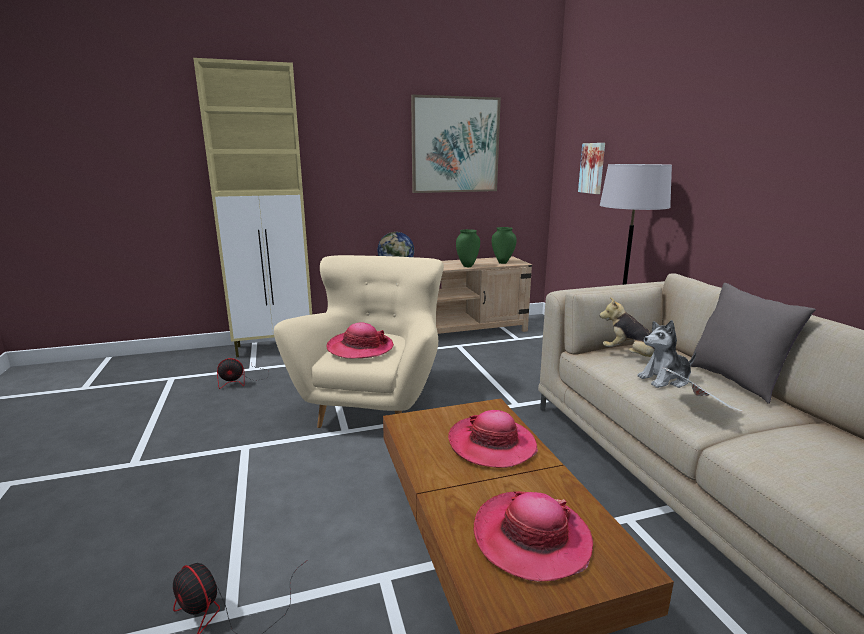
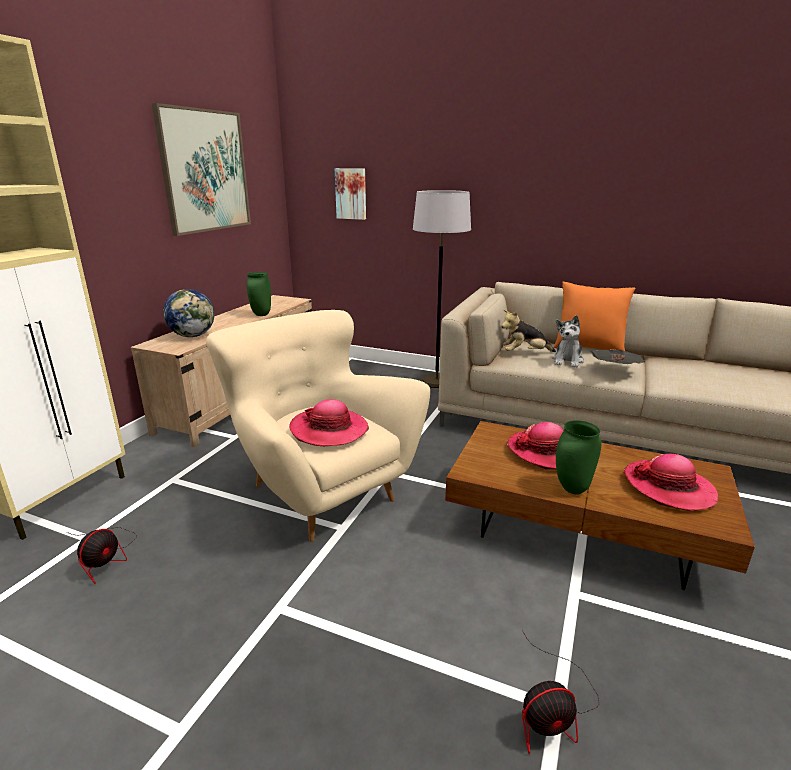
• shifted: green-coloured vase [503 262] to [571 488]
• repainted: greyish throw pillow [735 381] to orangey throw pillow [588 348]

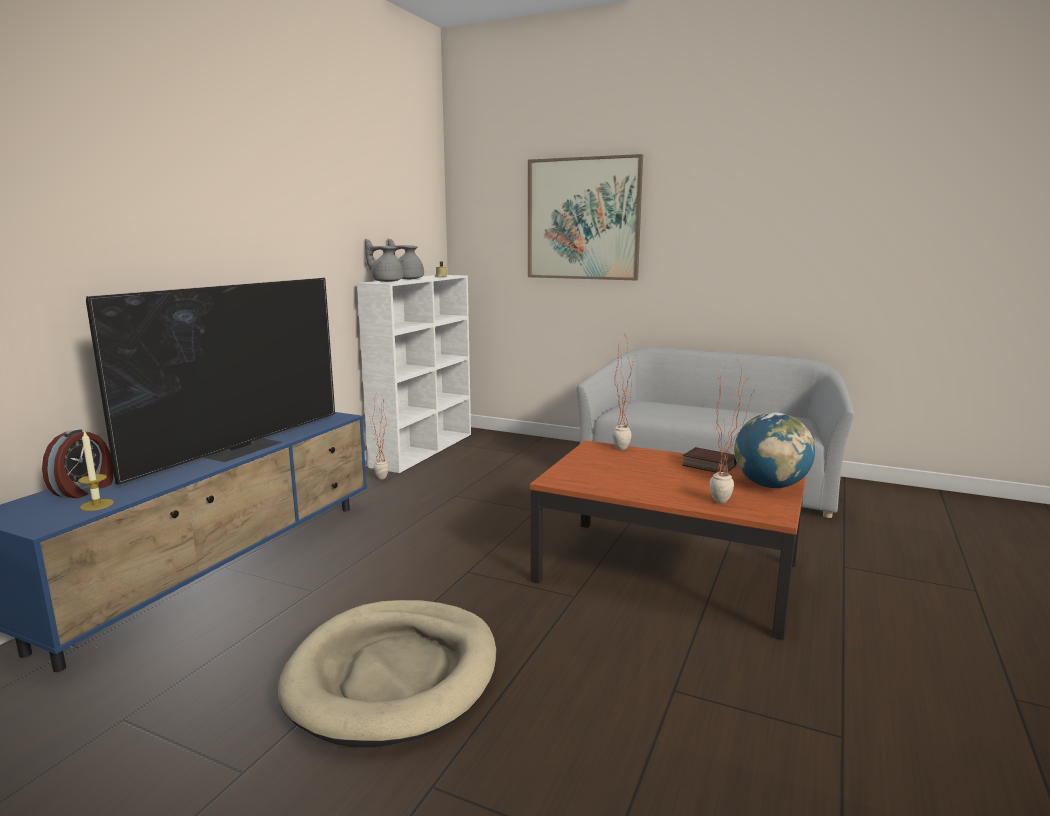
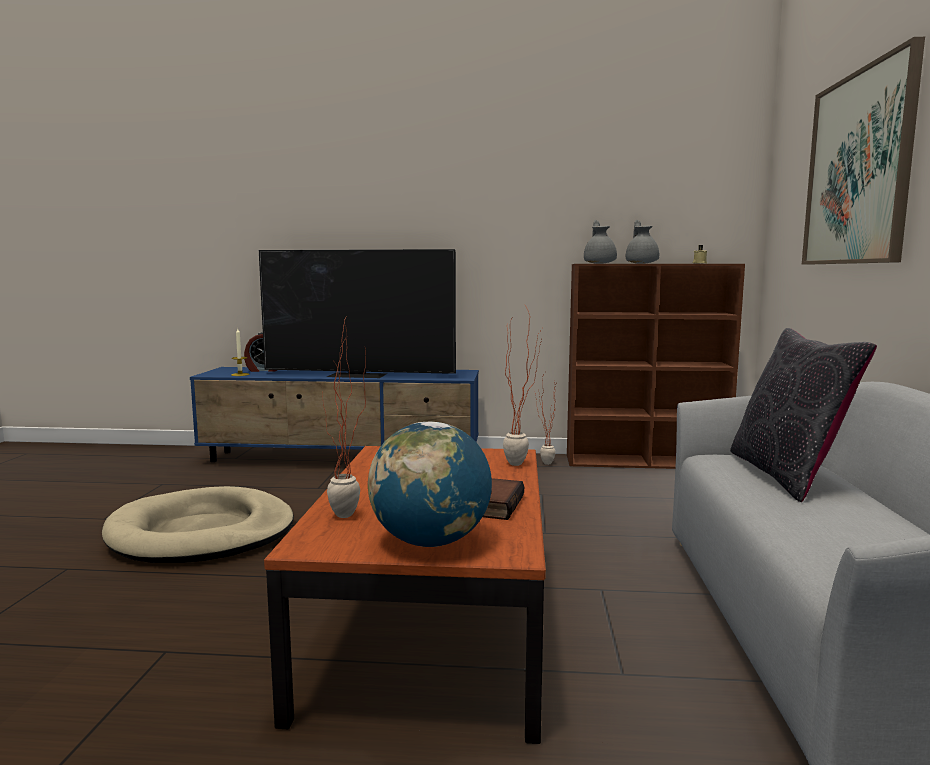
• repainted: white shelving unit [424 449] to brown shelving unit [647 462]
• new: black-coloured throw pillow [786 475]

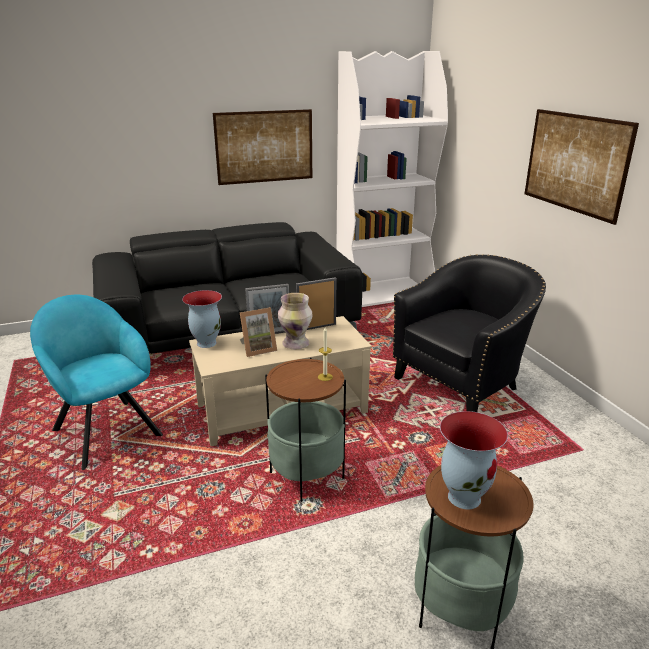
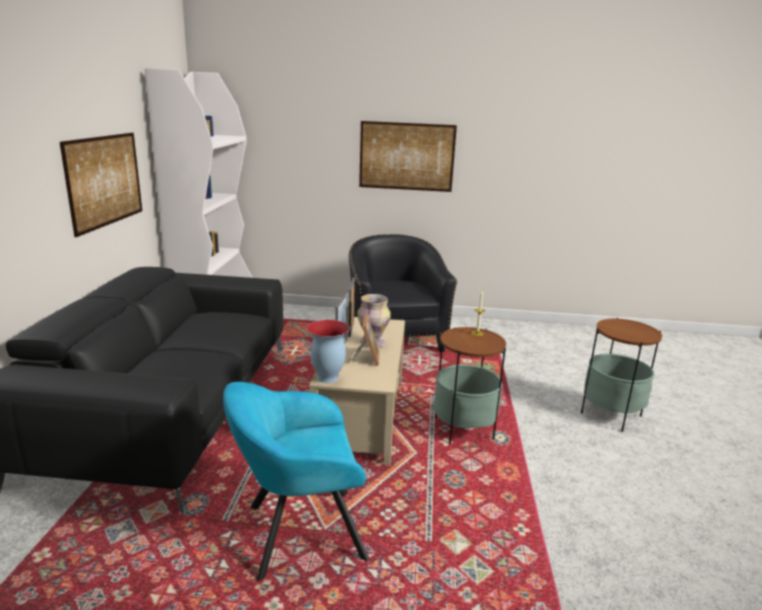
• gone: vase [464 496]

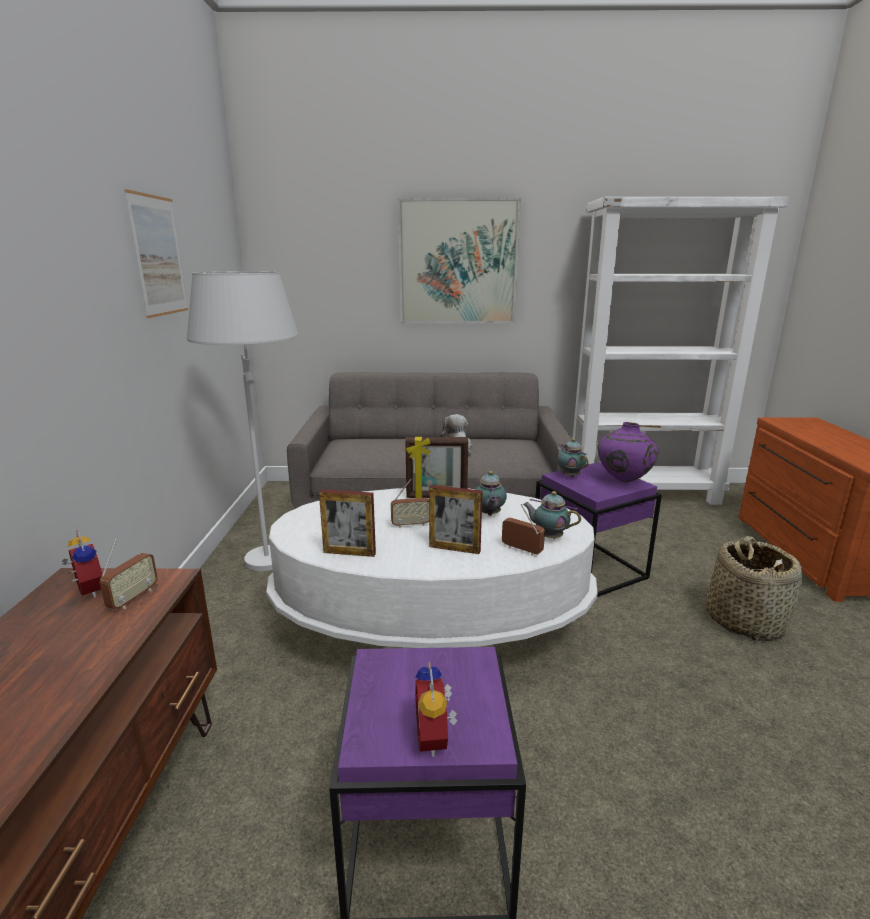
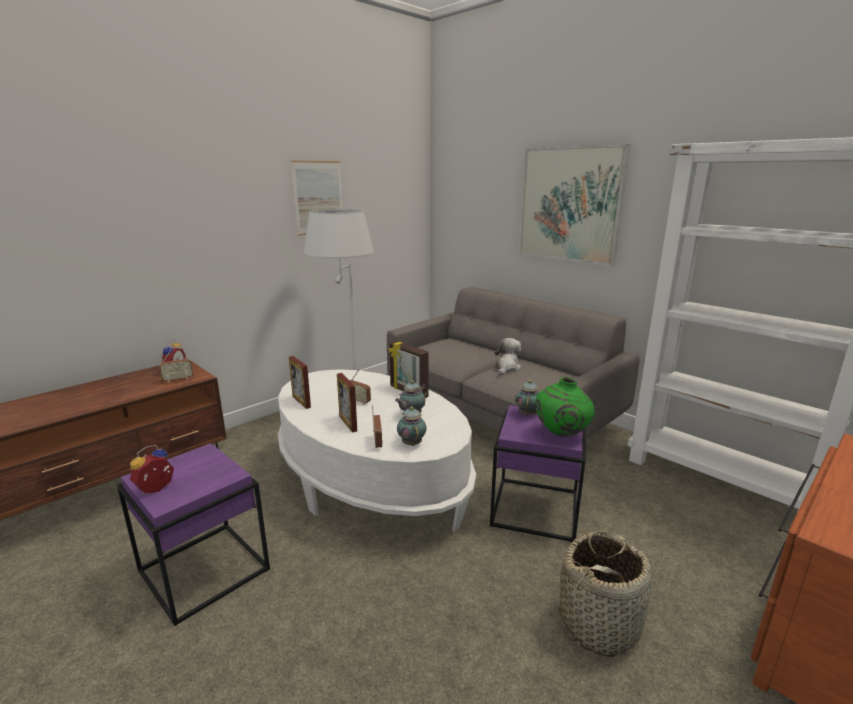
• repainted: purple vase [623 481] to green-coloured vase [561 435]

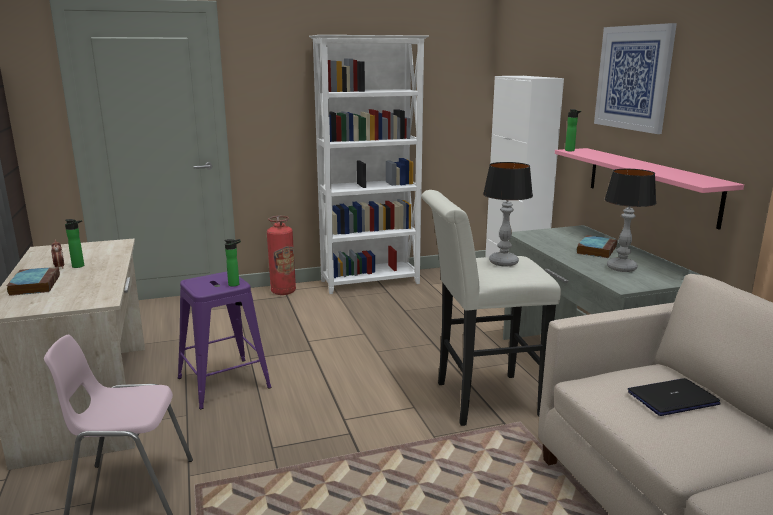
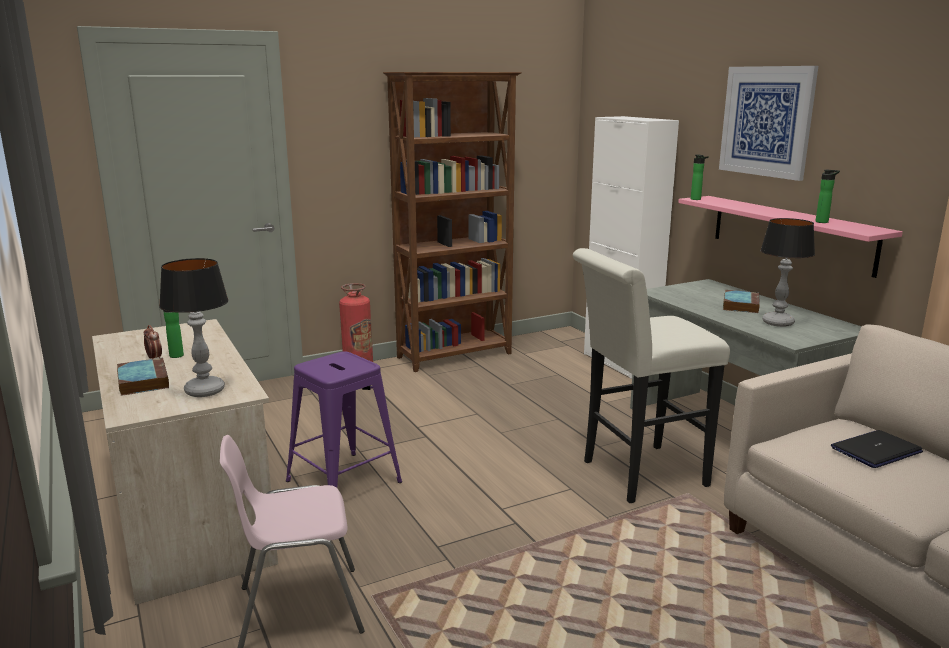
• repainted: white shelving unit [371 282] to brown shelving unit [456 356]
• shifted: tabletop lamp [503 262] to [204 390]
• shifted: beverage bottle [235 284] to [823 222]

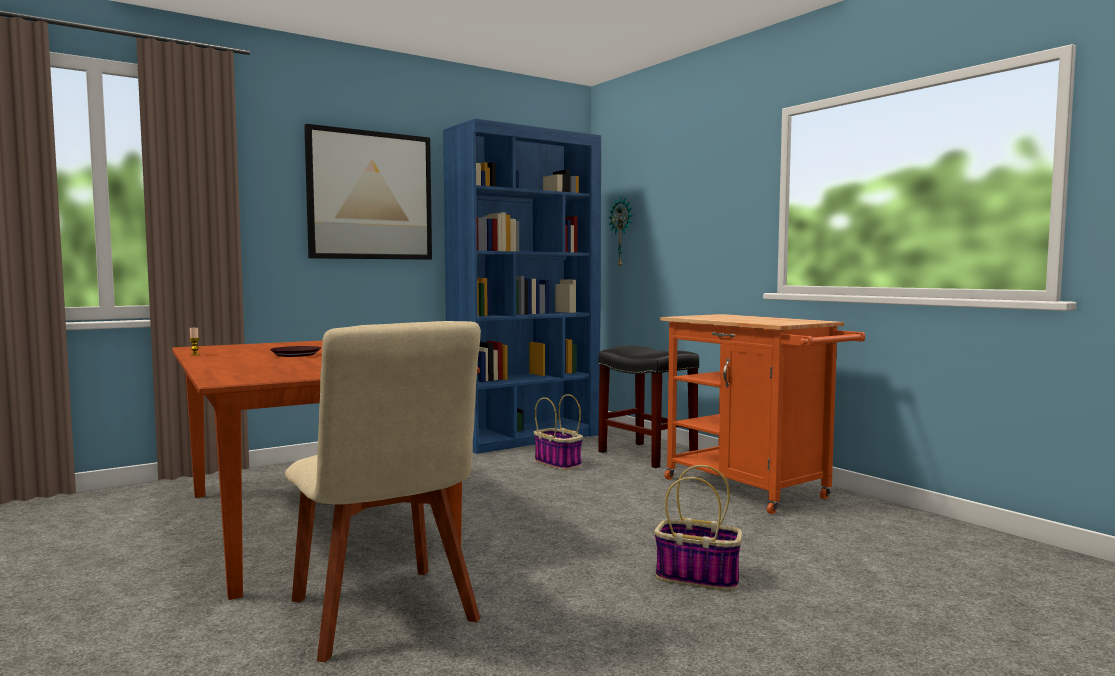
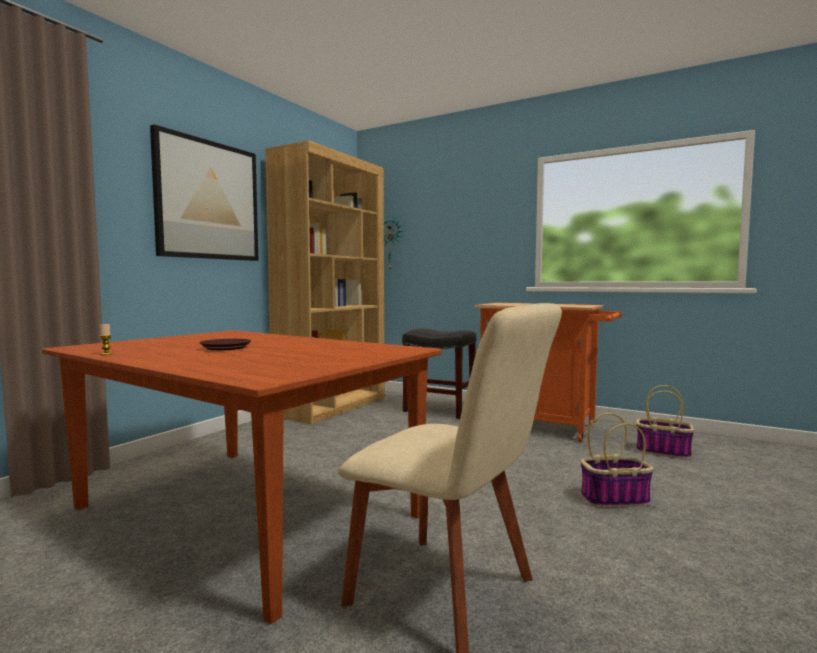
• repainted: bluish shelving unit [525 438] to brown shelving unit [332 406]
• shifted: basket [558 463] to [663 452]

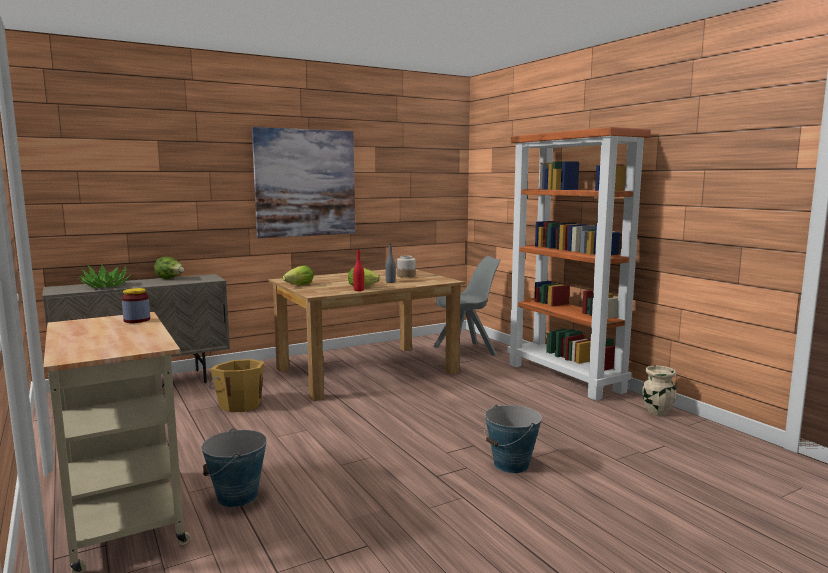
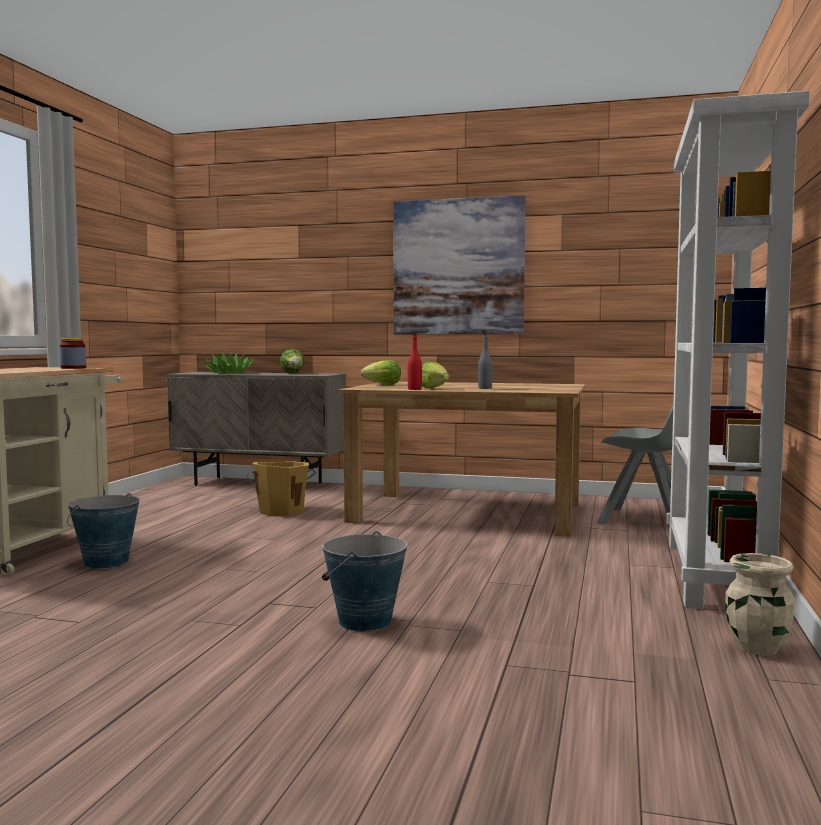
• repainted: orangey shelving unit [565 378] to white shelving unit [717 575]
• gone: jar [406 276]

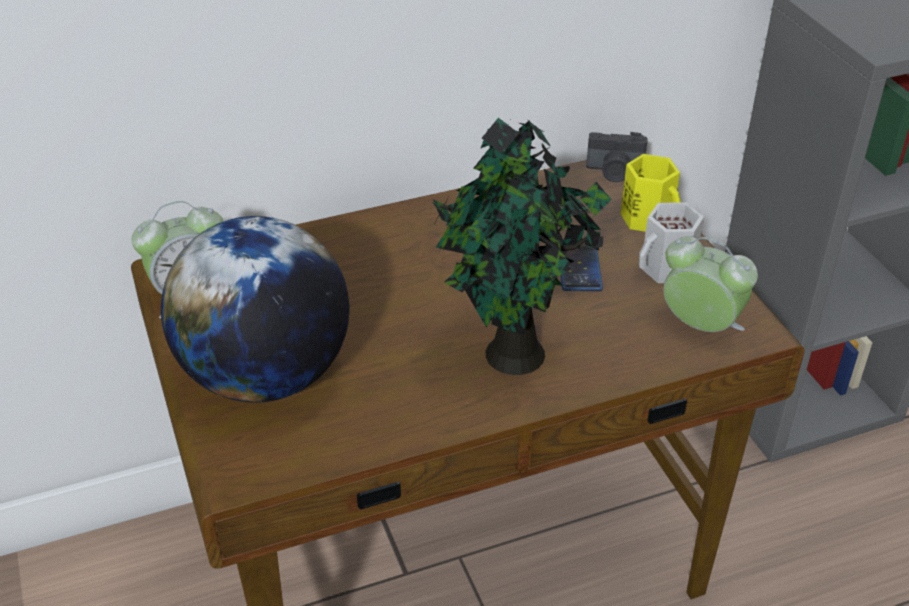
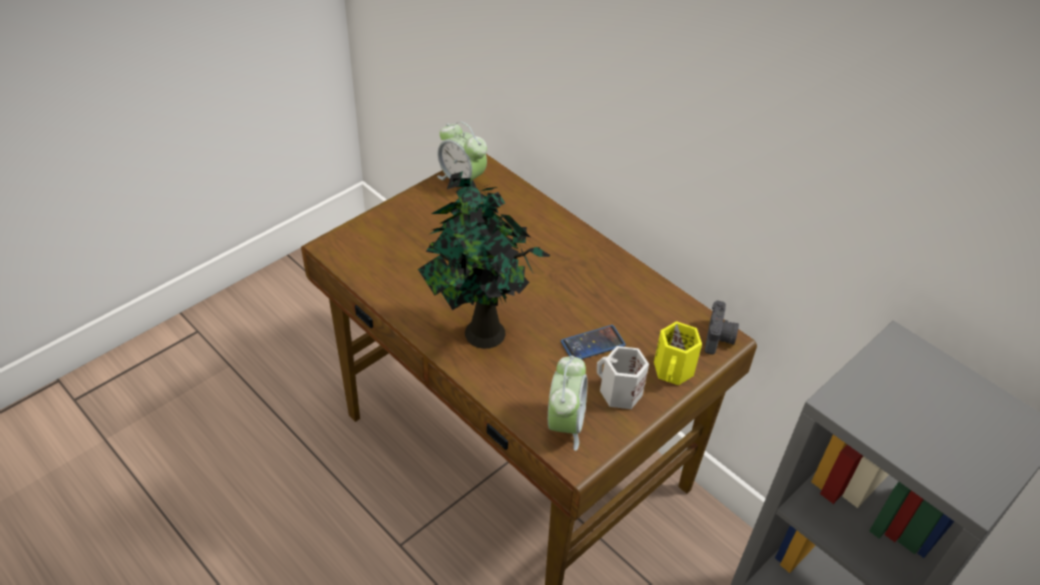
• rotated: photo camera [614 172] = [719 338] 150 degrees counterclockwise
• gone: world globe [266 376]

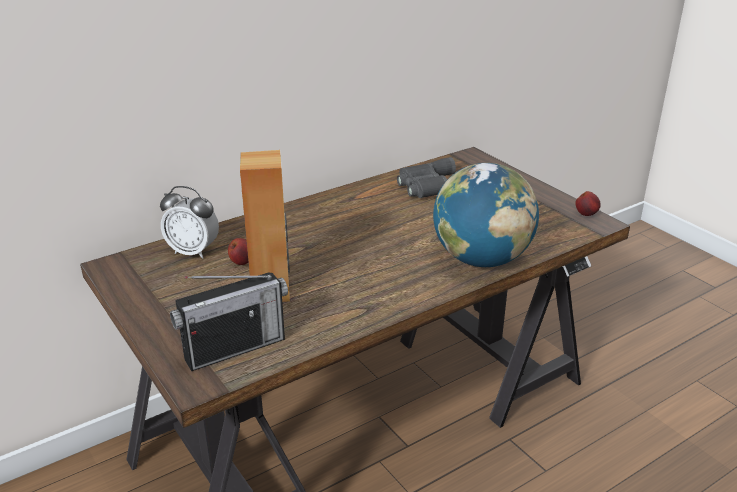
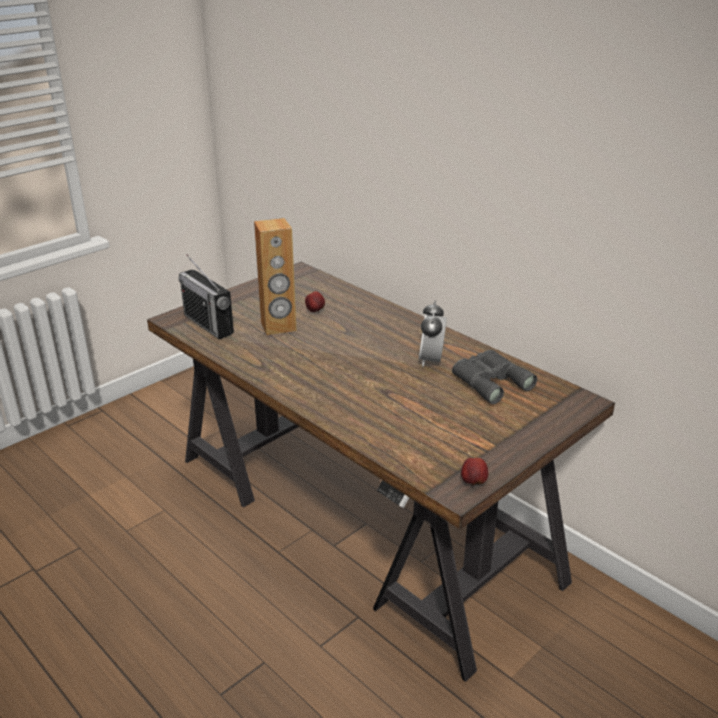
• gone: world globe [481 259]
• shifted: alarm clock [193 251] to [431 360]

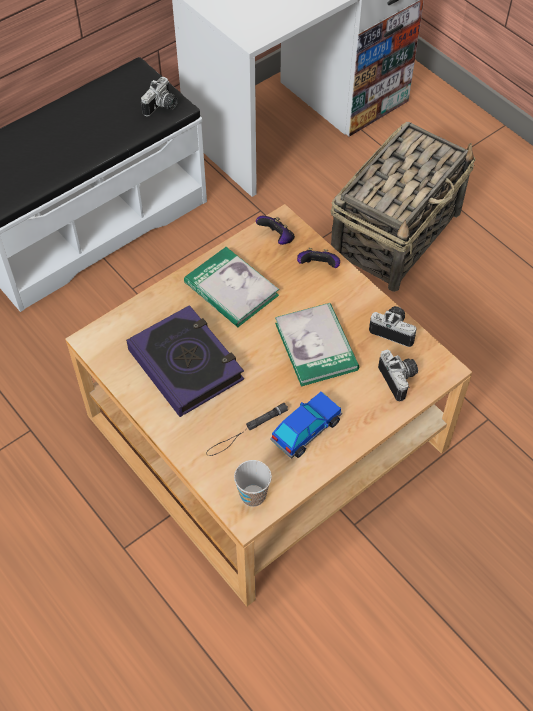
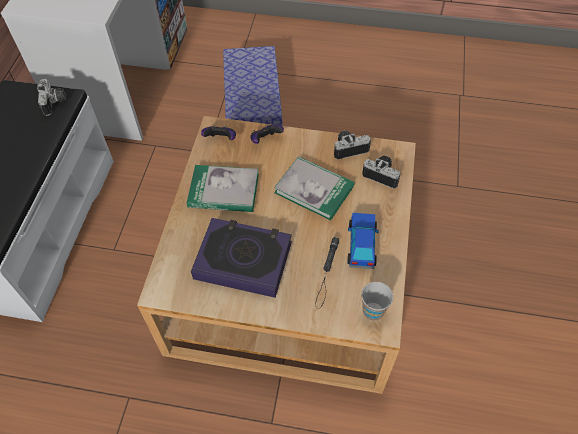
• swapped: basket [397 233] to storage bin [253 108]

